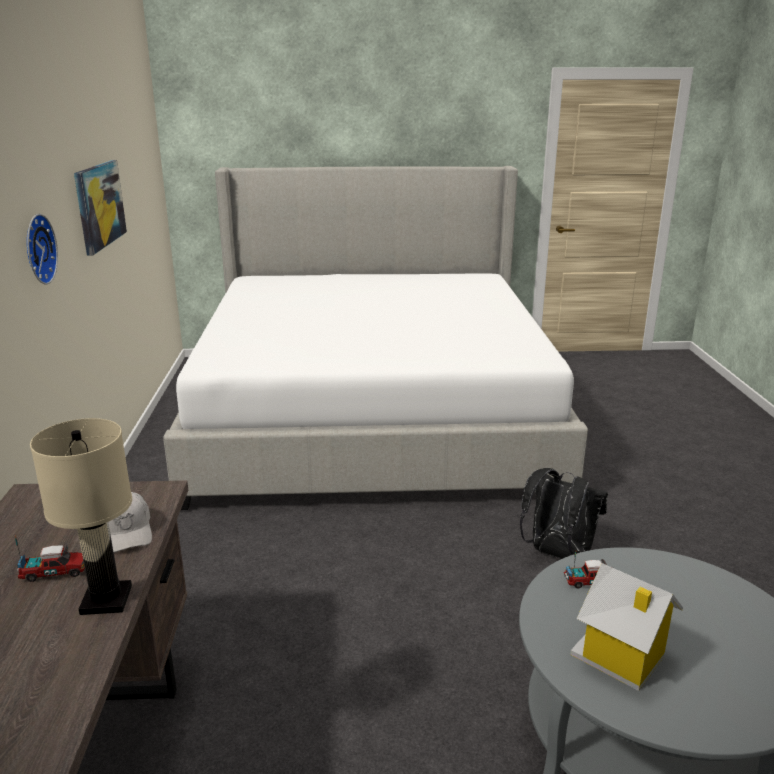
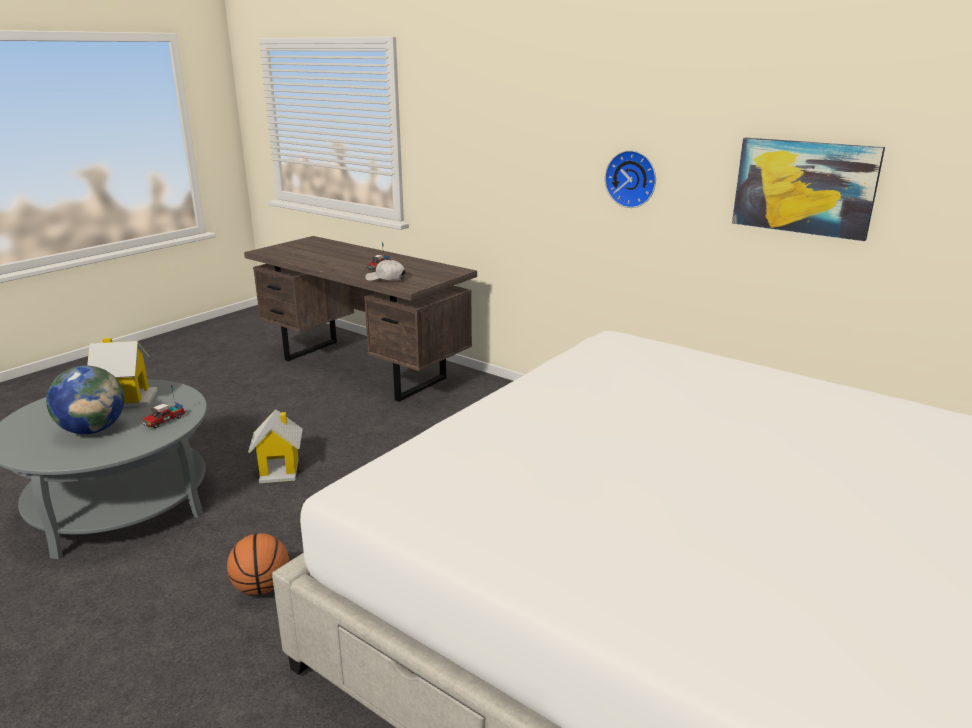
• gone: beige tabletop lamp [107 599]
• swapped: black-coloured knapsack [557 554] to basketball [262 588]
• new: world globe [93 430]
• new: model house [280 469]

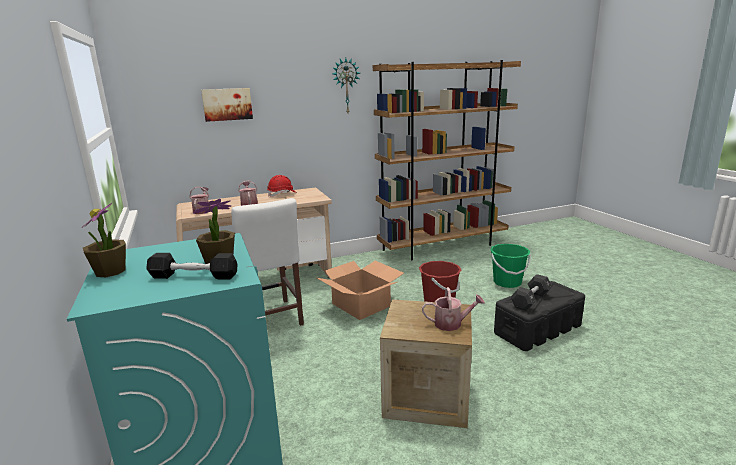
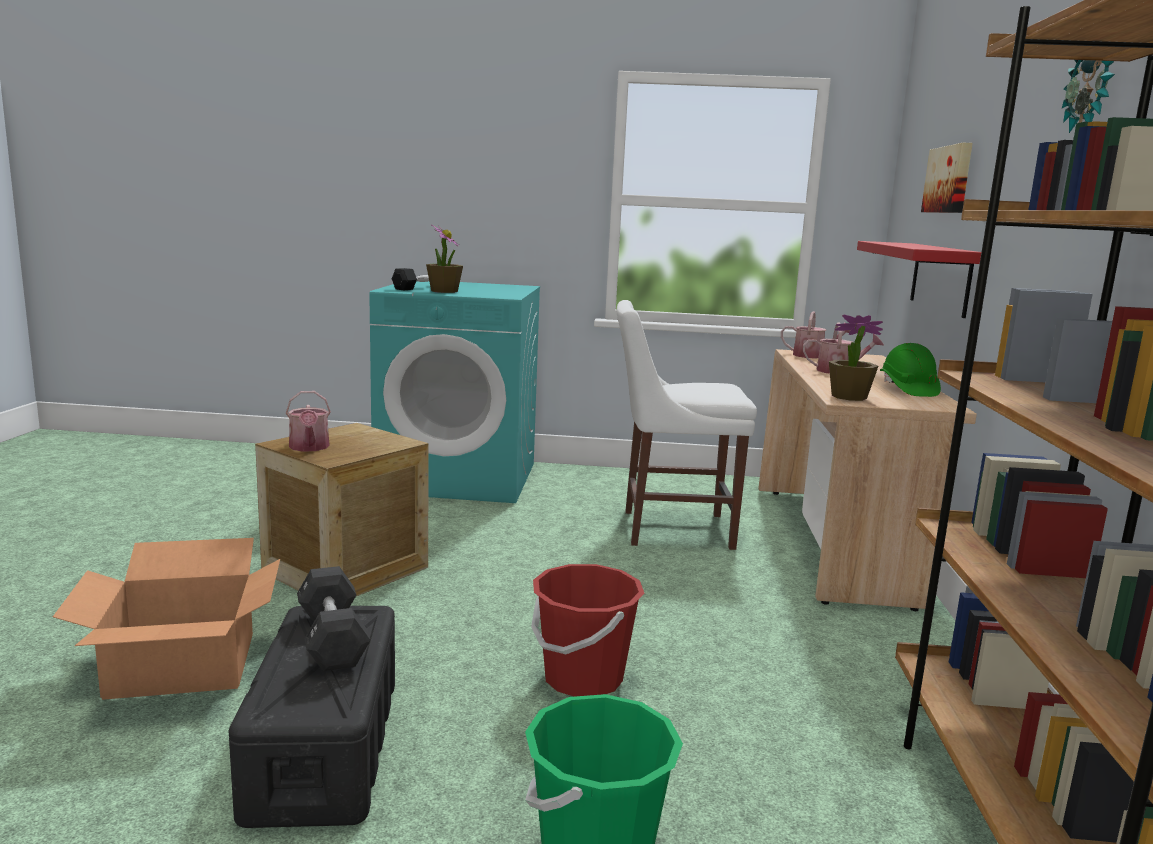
• repainted: red hard hat [282 194] to green-coloured hard hat [908 389]
• shifted: houseplant [110 271] to [848 397]
• shifted: packing box [361 304] to [182 666]
• rotated: sprinkling can [452 324] = [309 448] 45 degrees counterclockwise
• new: red shelf [940 278]

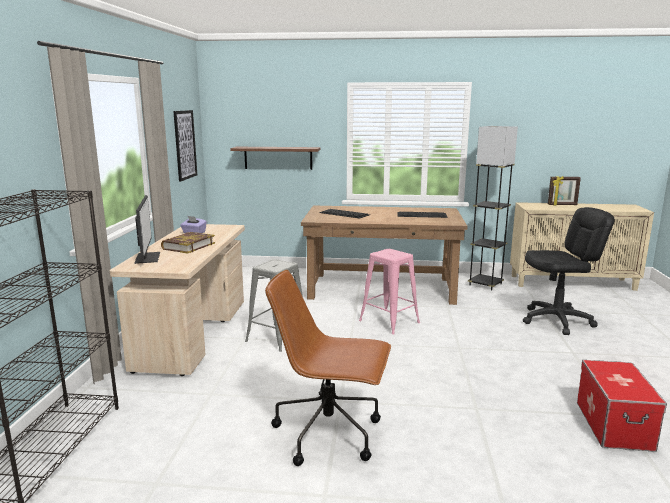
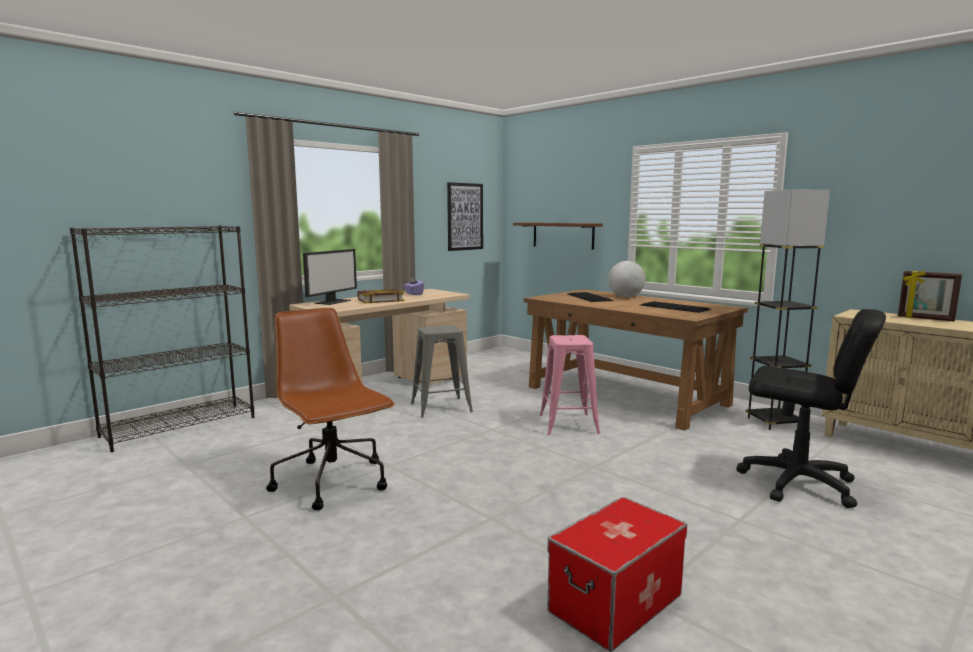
• new: world globe [625 297]

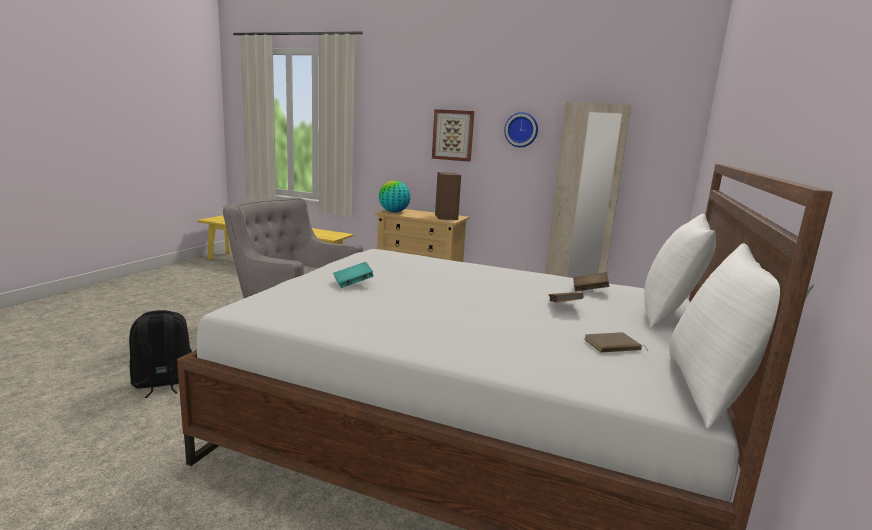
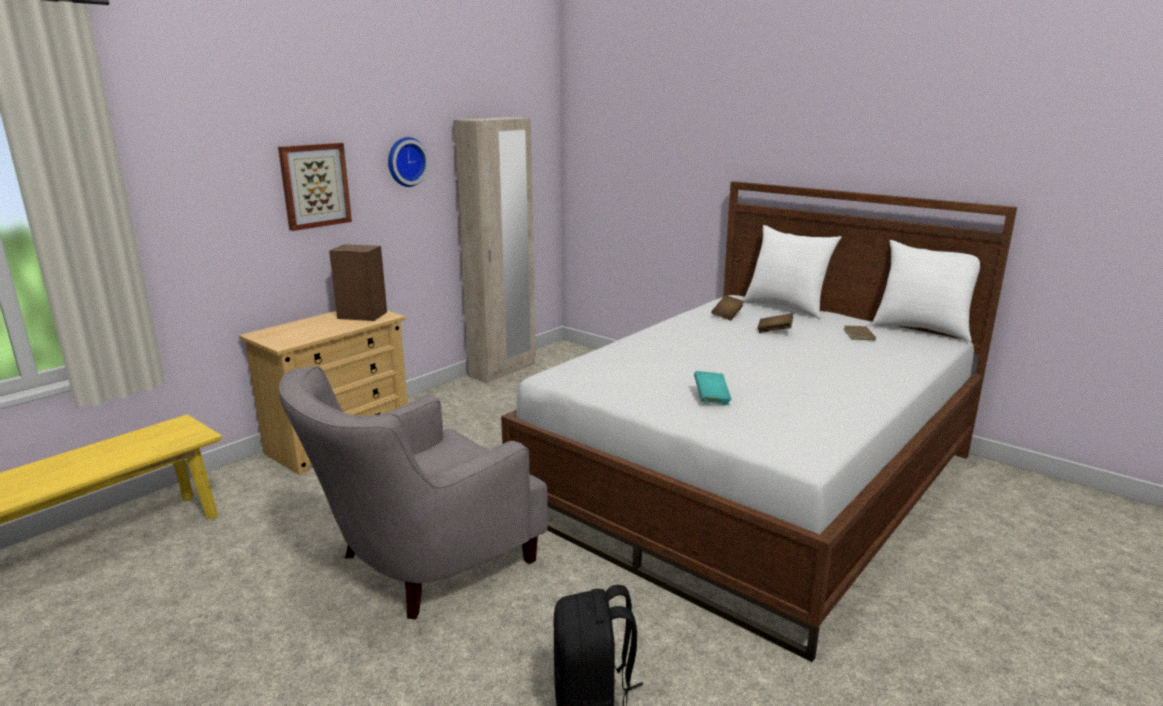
• gone: world globe [393 212]

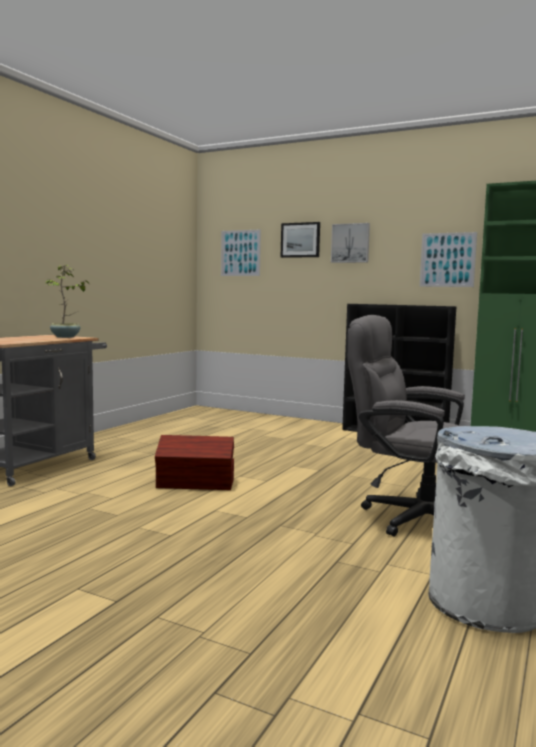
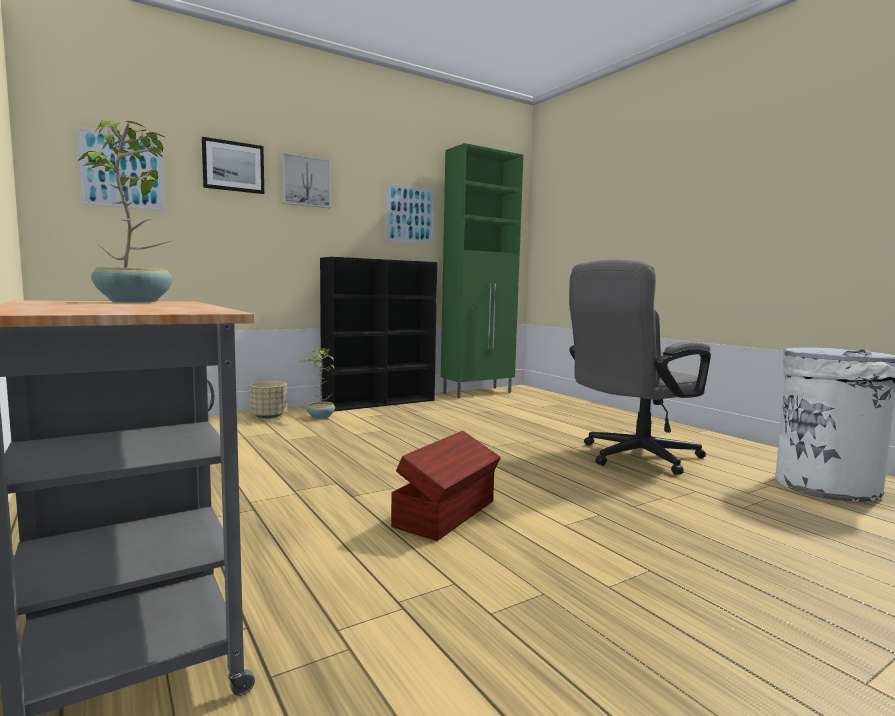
• new: houseplant [320 417]
• new: beige planter [269 416]

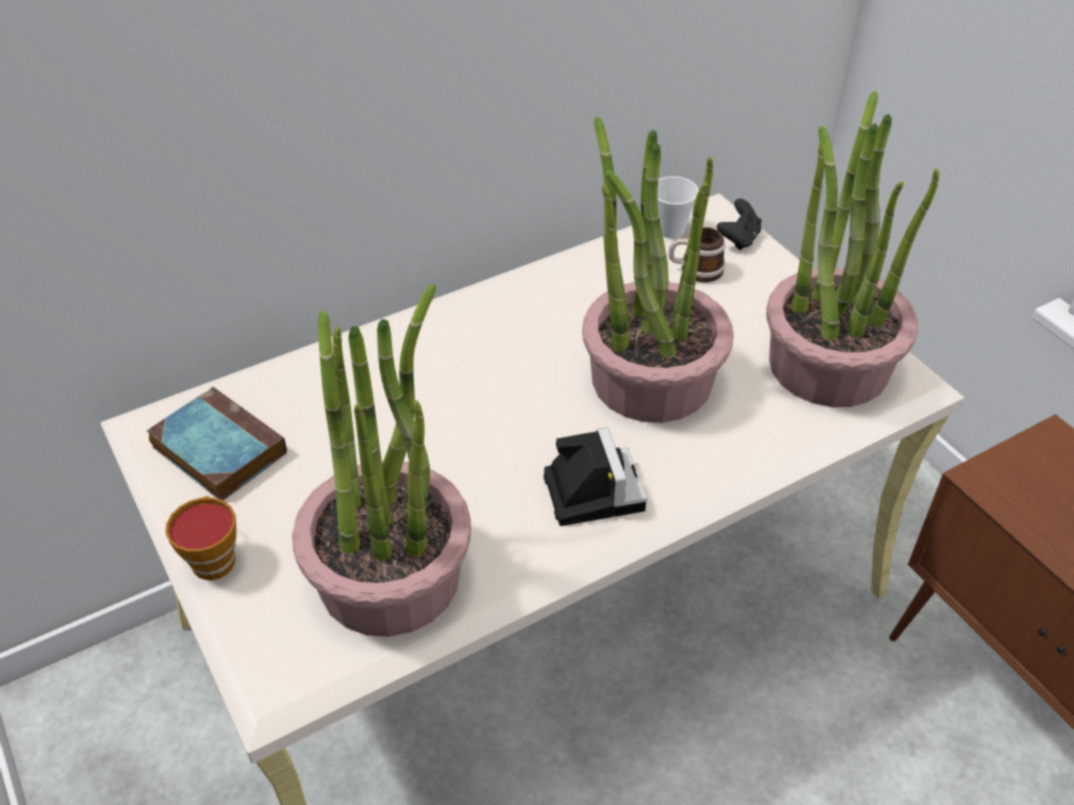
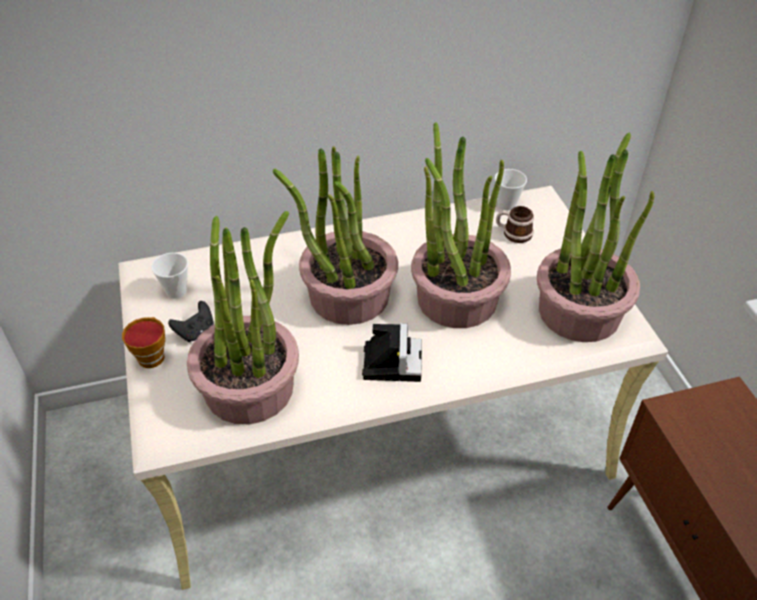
• shifted: black-coloured game controller [738 239] to [196 332]
• swapped: volume [216 449] to drinking cup [176 291]
• new: houseplant [348 296]

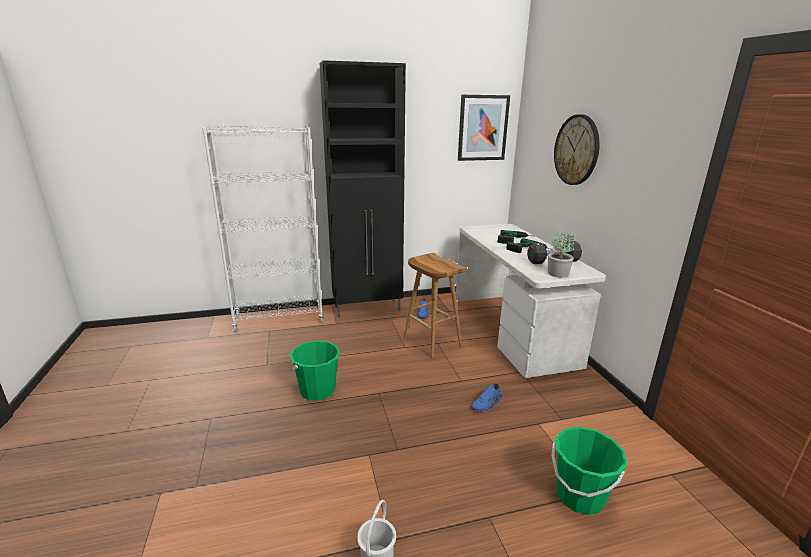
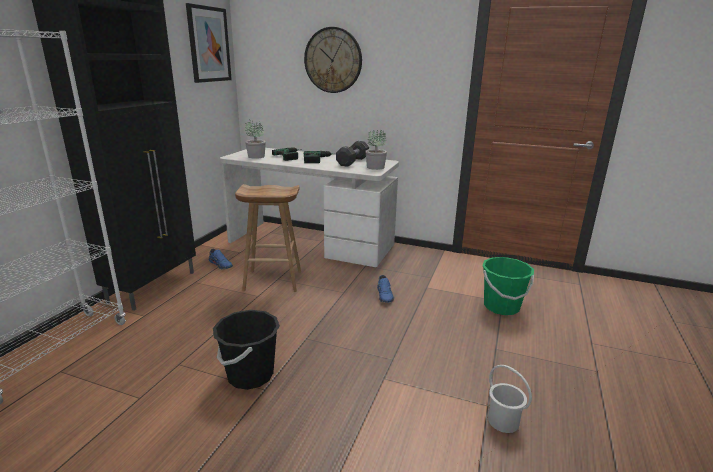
• repainted: green-coloured water bucket [317 390] to black-coloured water bucket [250 375]
• new: houseplant [256 156]

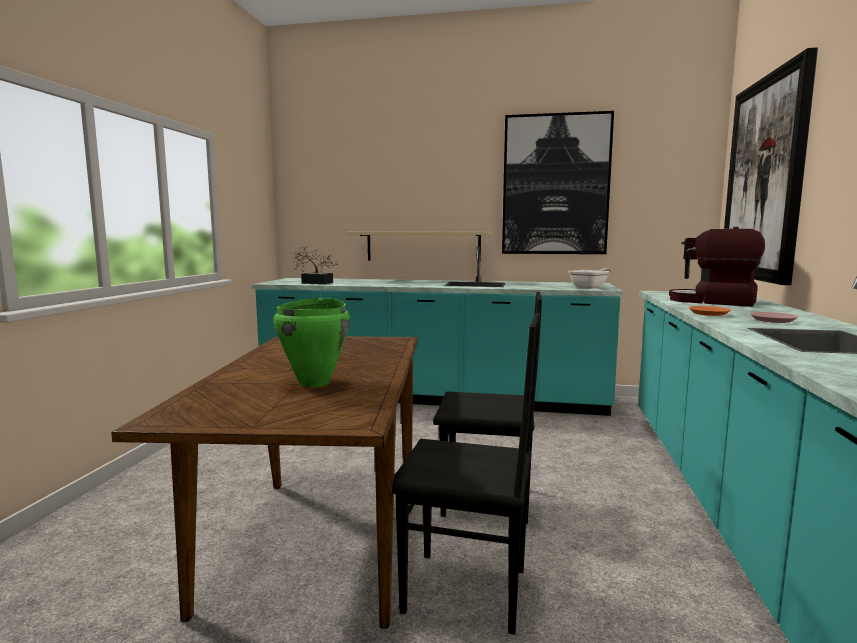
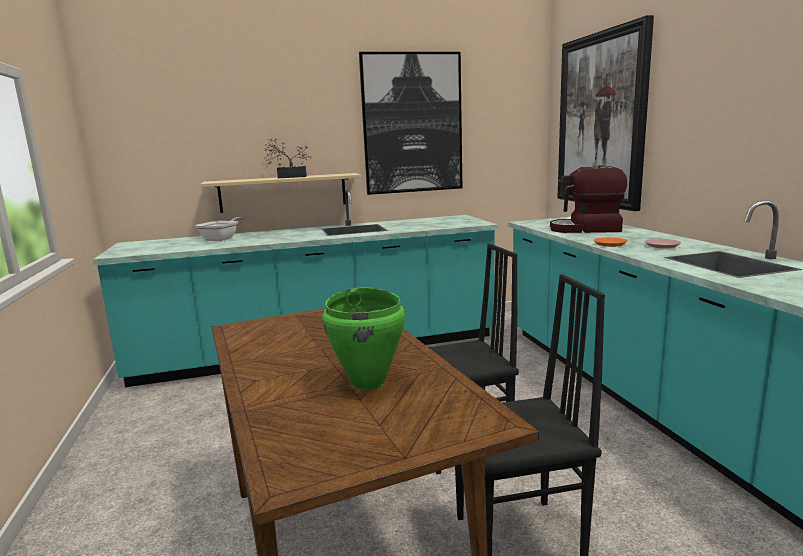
• shifted: houseplant [314 283] to [288 177]
• shifted: skillet [590 287] to [222 239]

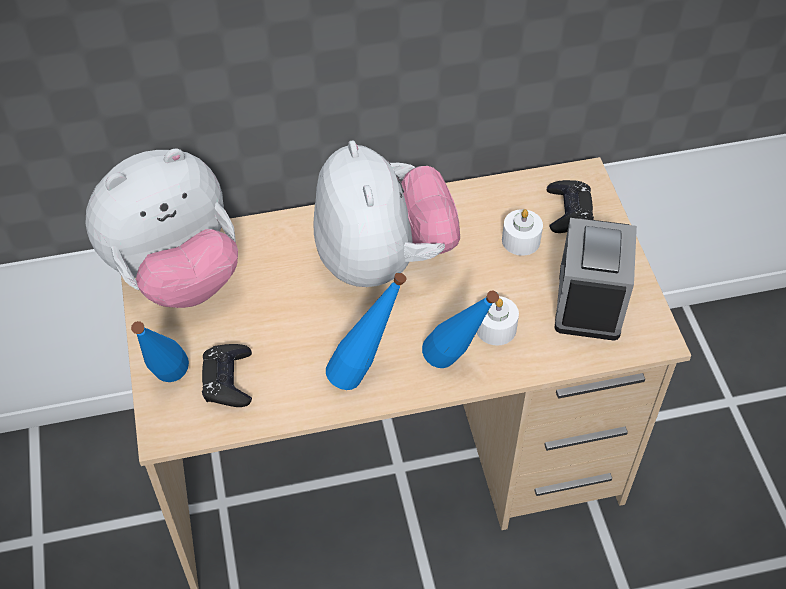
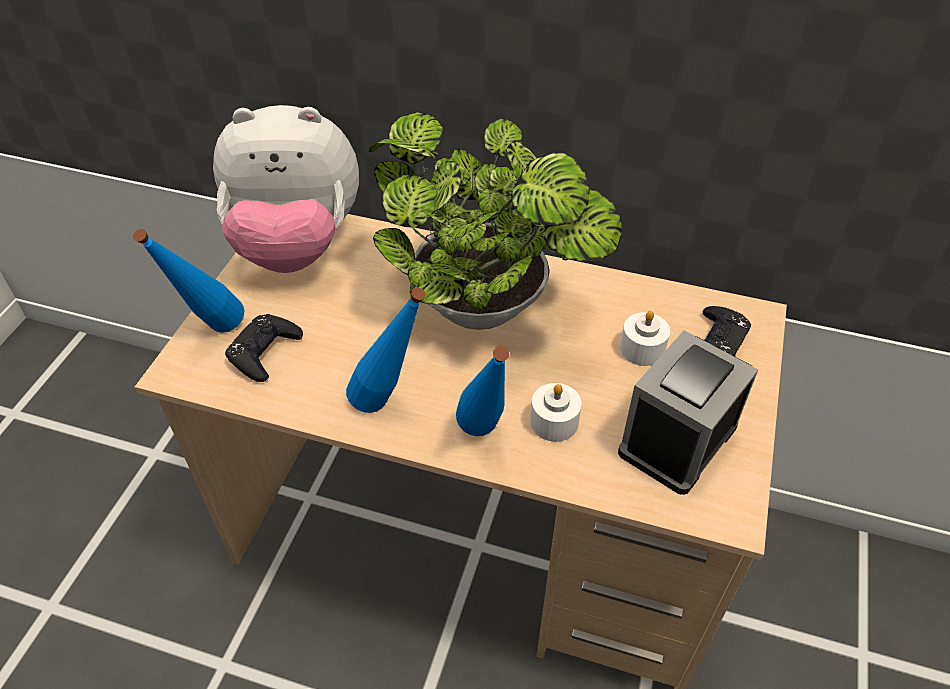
• swapped: soft toy [383 260] to houseplant [488 309]

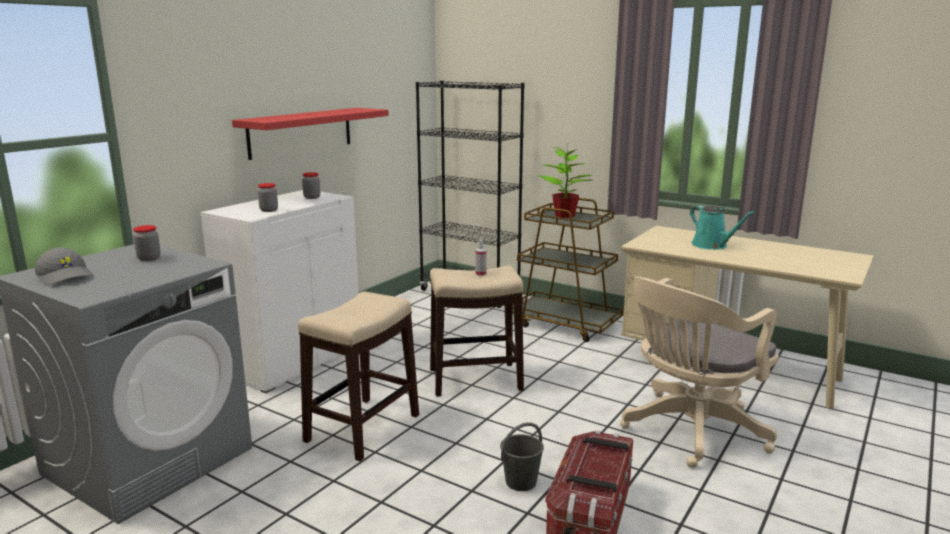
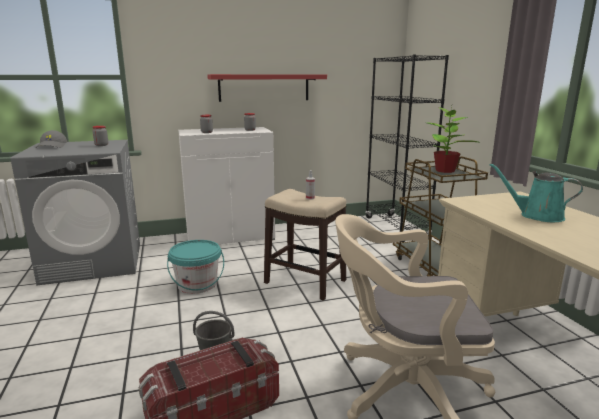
• rotated: blue-green sprinkling can [712 245] = [537 216] 105 degrees clockwise
• swapped: sitting stool [363 427] to blue-green water bucket [197 284]

